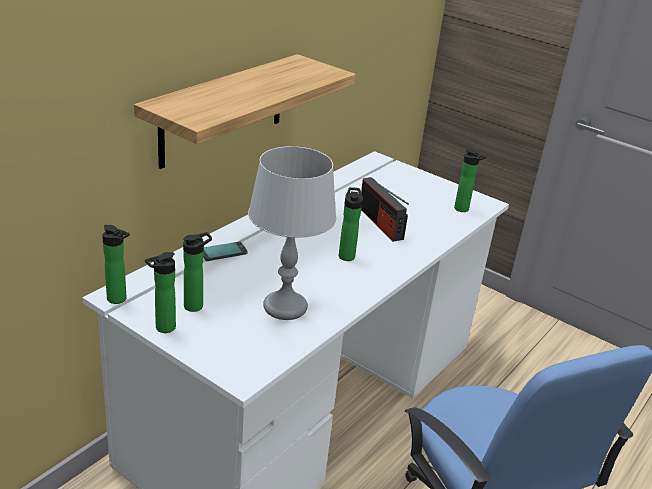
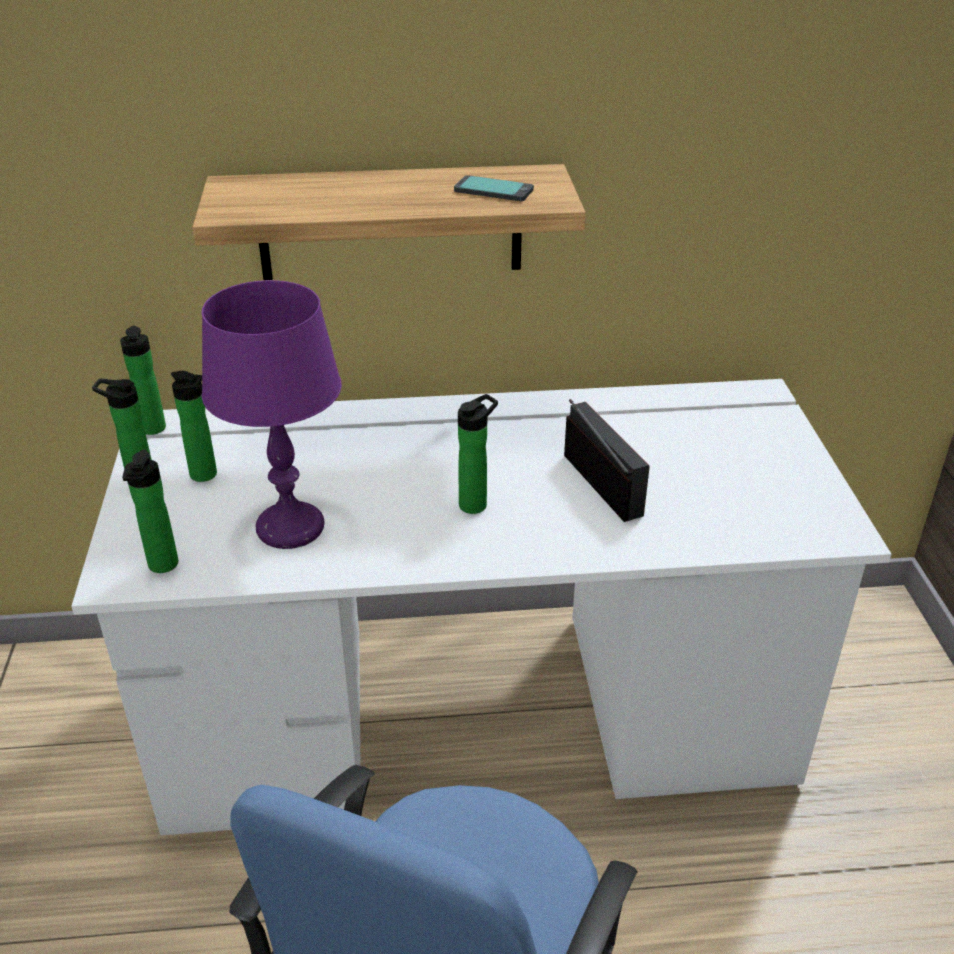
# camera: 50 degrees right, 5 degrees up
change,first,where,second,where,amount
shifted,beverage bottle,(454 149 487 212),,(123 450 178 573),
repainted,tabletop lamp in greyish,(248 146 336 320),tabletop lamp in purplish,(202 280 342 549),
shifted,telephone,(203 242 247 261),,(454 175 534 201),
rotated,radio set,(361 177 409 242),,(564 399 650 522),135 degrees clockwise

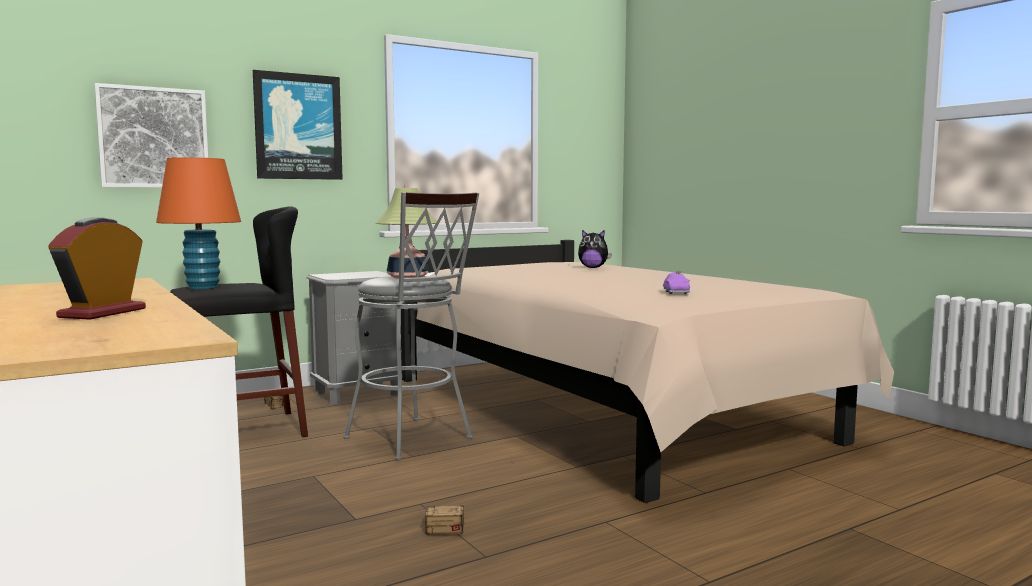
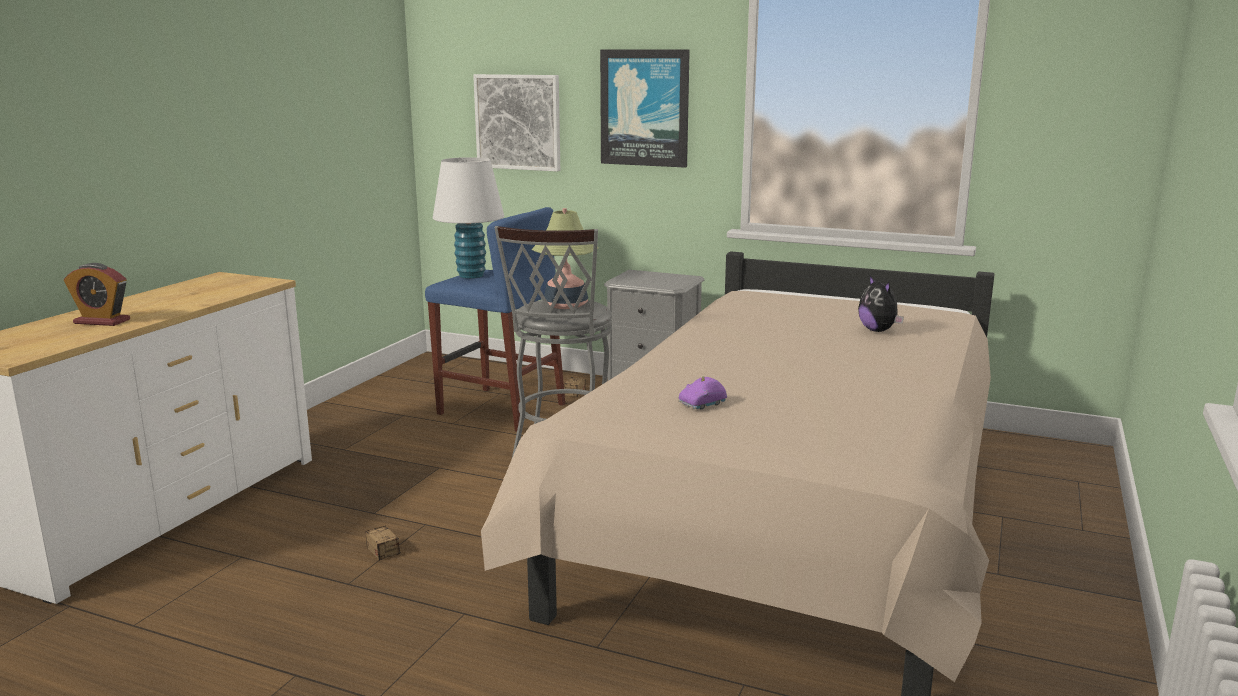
# camera: 55 degrees right, 10 degrees up
change,first,where,second,where,amount
rotated,bedside clock,(48 218 146 320),,(64 263 130 326),150 degrees counterclockwise
repainted,sitting stool in black,(170 206 308 437),sitting stool in bluish,(425 207 565 432),
repainted,tabletop lamp in orange-coloured,(156 157 241 290),tabletop lamp in white-coloured,(433 157 504 279),

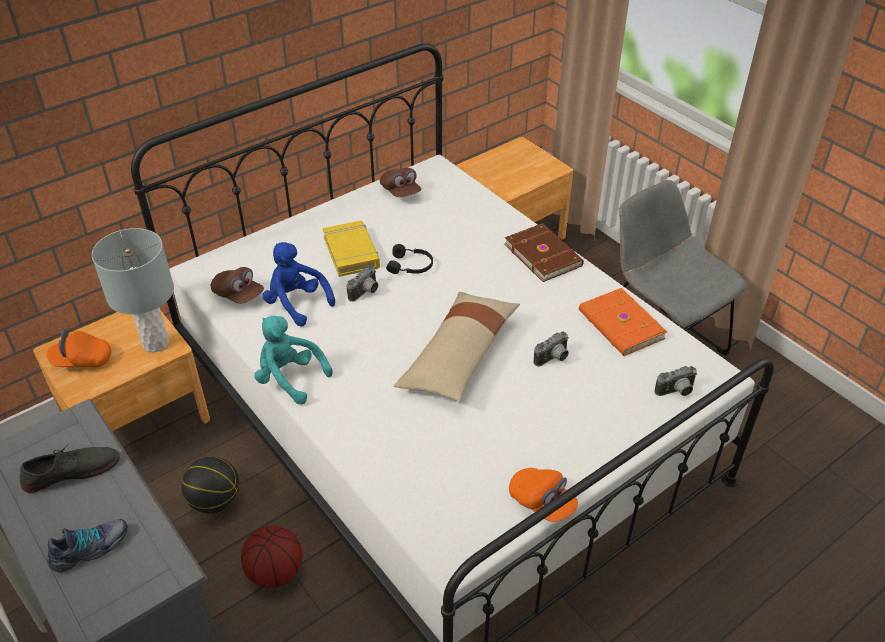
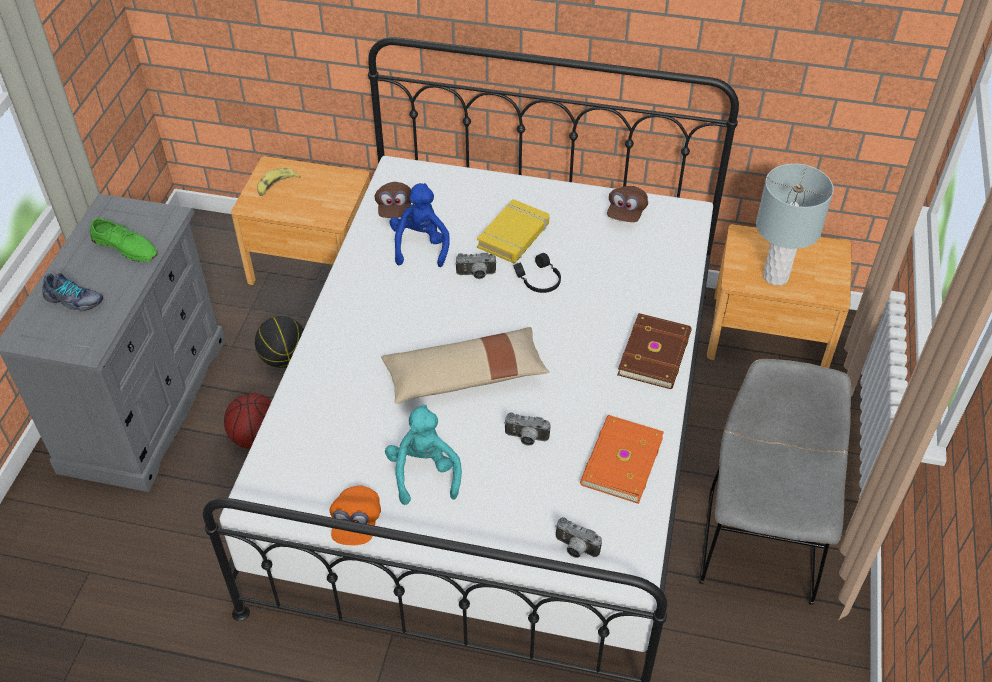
# camera: 50 degrees right, 5 degrees up
change,first,where,second,where,amount
repainted,low shoe in greyish,(20 444 120 493),low shoe in green-coloured,(90 218 157 262),
swapped,cap in orange-coloured,(46 330 111 367),banana,(257 168 301 196),
shifted,plush toy in turquoise-coloured,(254 316 333 404),,(385 404 462 505),
shifted,tabletop lamp in greyish,(92 228 174 352),,(756 163 834 285),

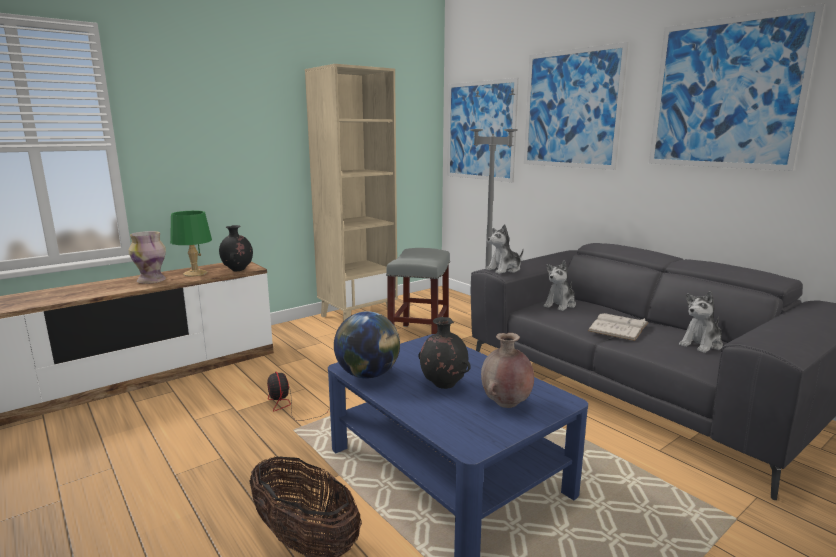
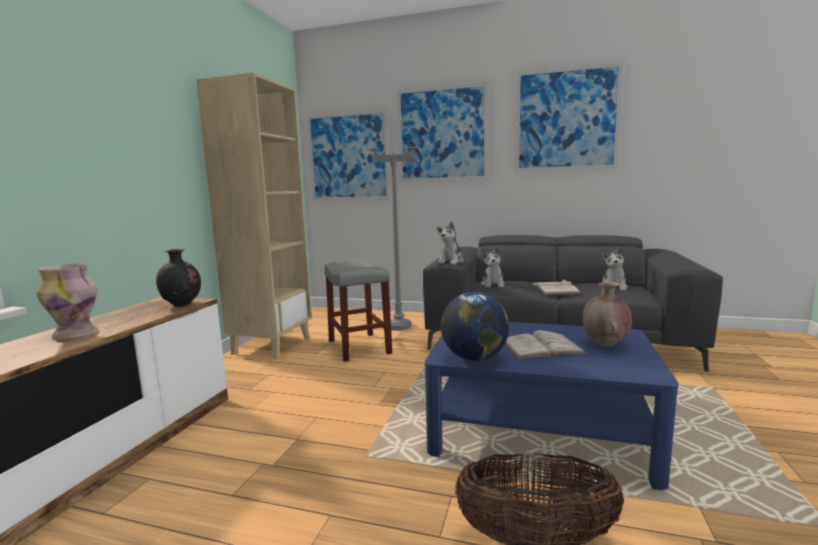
# camera: 35 degrees left, 5 degrees down
change,first,where,second,where,amount
swapped,flower vase in black,(418 317 471 389),bound book in white-coloured,(505 330 587 359),
gone,tabletop lamp in green-coloured,(170 211 212 277),,,
gone,electric fan,(267 372 347 421),,,

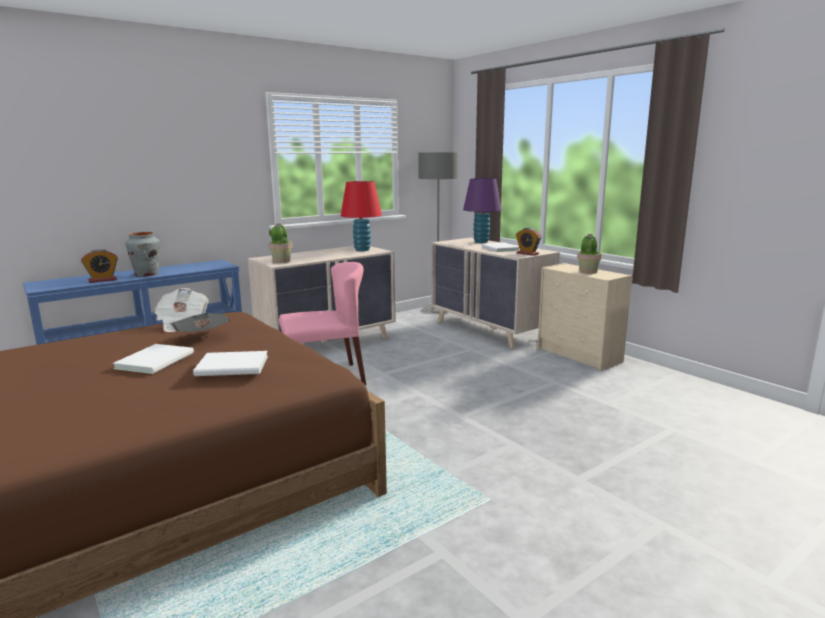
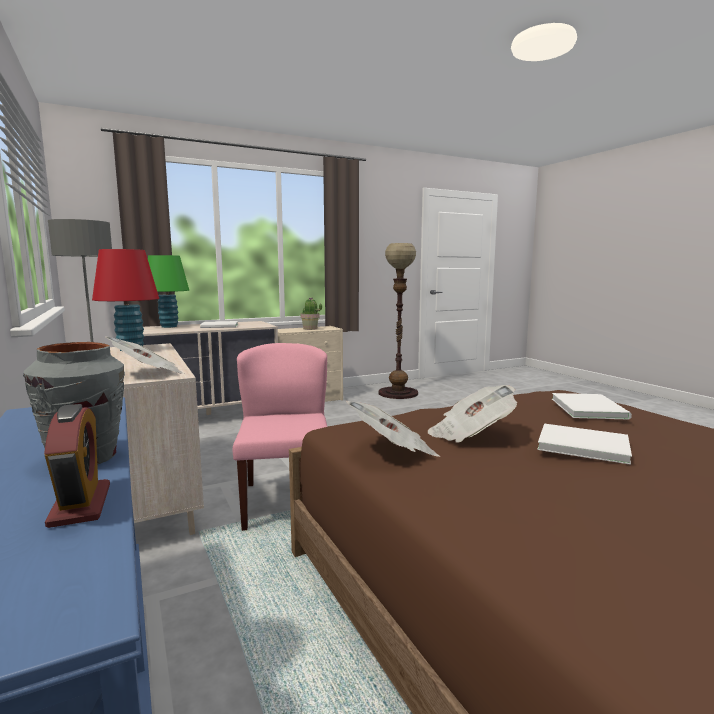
# camera: 80 degrees left, 5 degrees down
change,first,where,second,where,amount
swapped,houseplant,(268 223 292 263),printed paper,(105 336 184 374),
repainted,tabletop lamp in purplish,(463 178 502 243),tabletop lamp in green-coloured,(148 255 189 328),
new,,,floor lamp,(378 243 418 399),
gone,bedside clock,(516 228 541 256),,,

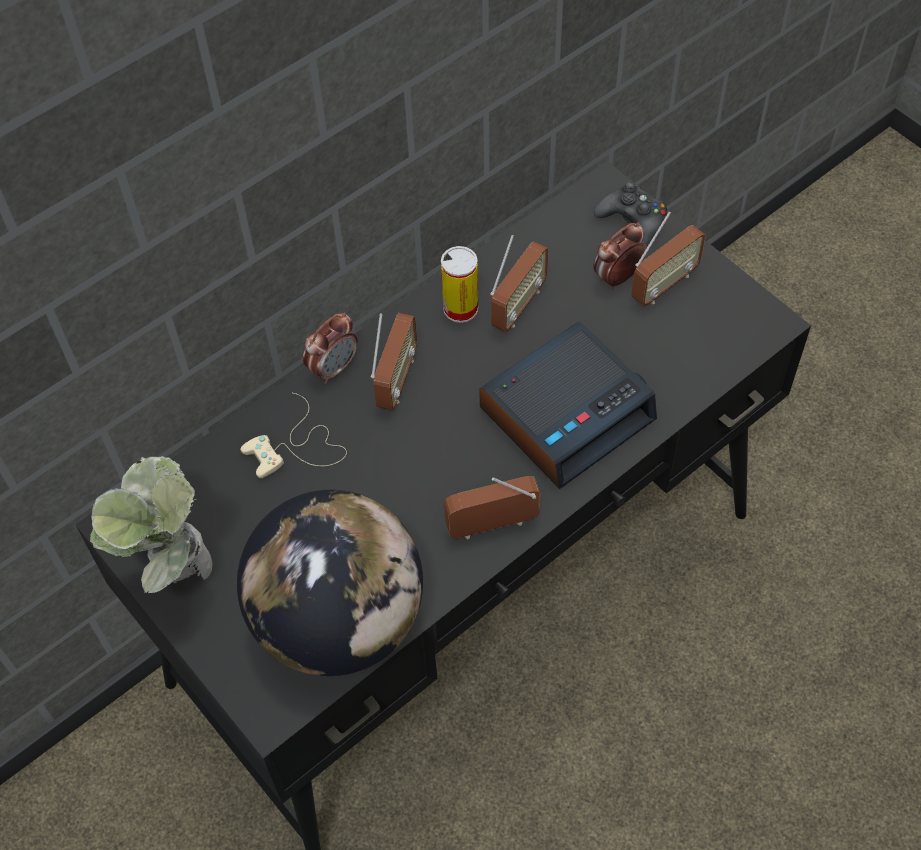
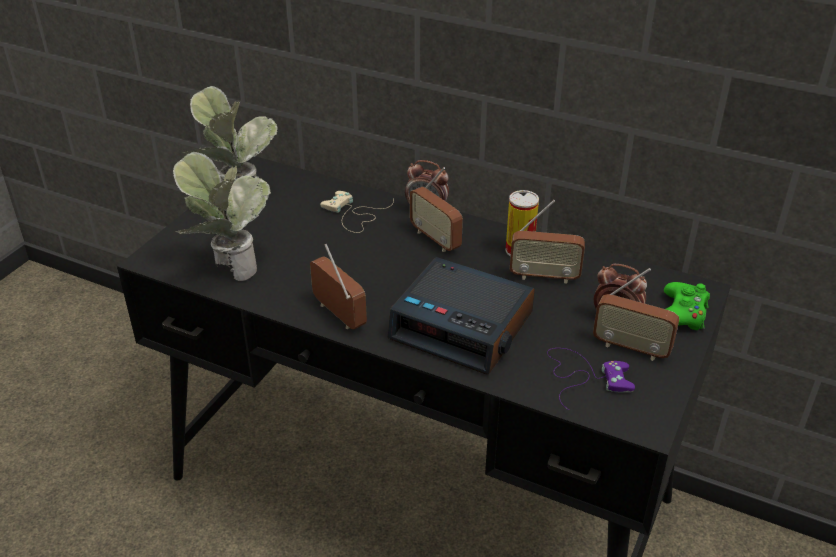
# camera: 65 degrees right, 20 degrees down
change,first,where,second,where,amount
swapped,globe,(237 490 423 676),houseplant,(173 152 271 281),
rotated,radio set,(371 313 417 410),,(410 167 463 252),60 degrees clockwise
new,,,joypad in purplish,(547 348 635 410),
repainted,joypad in black,(594 182 667 246),joypad in green-coloured,(664 282 710 330),

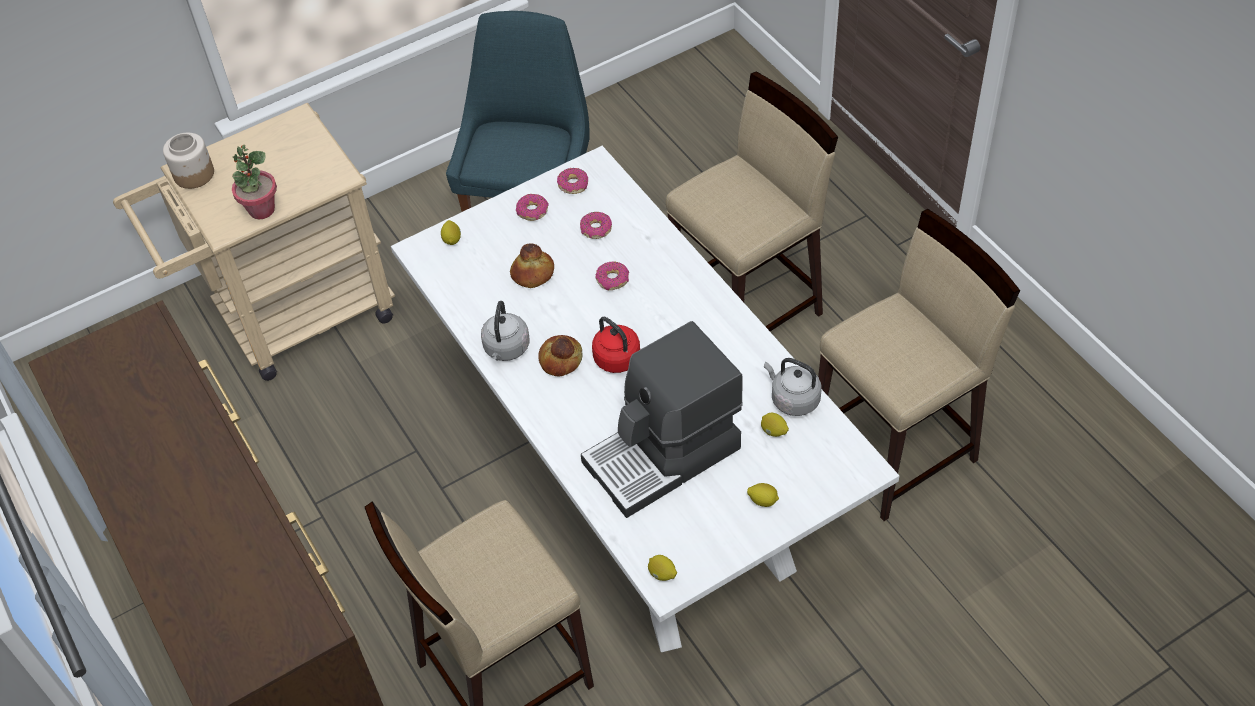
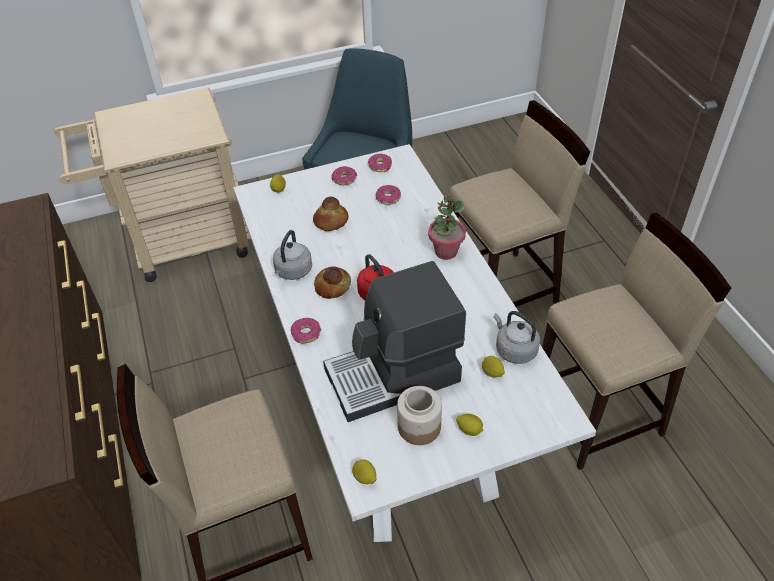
# camera: 10 degrees right, 5 degrees down
change,first,where,second,where,amount
shifted,donut,(595 262 629 290),,(290 318 321 344),
shifted,jar,(163 133 214 189),,(397 386 442 445),
shifted,houseplant,(232 145 277 219),,(428 194 466 260),

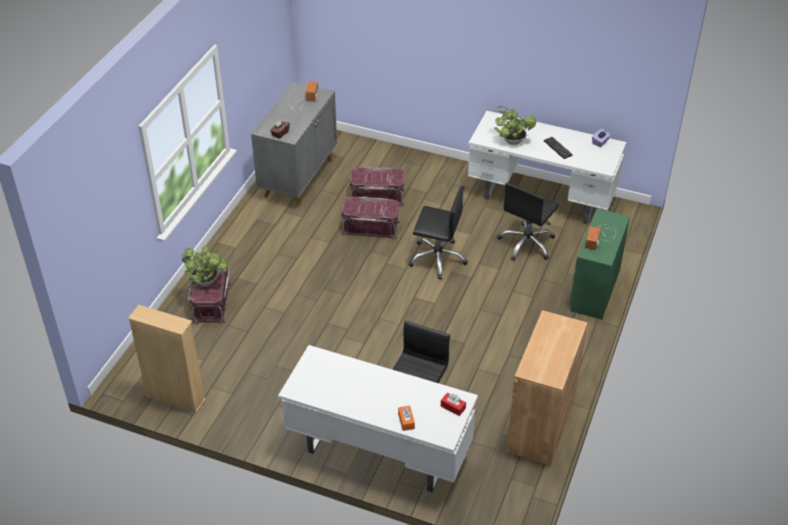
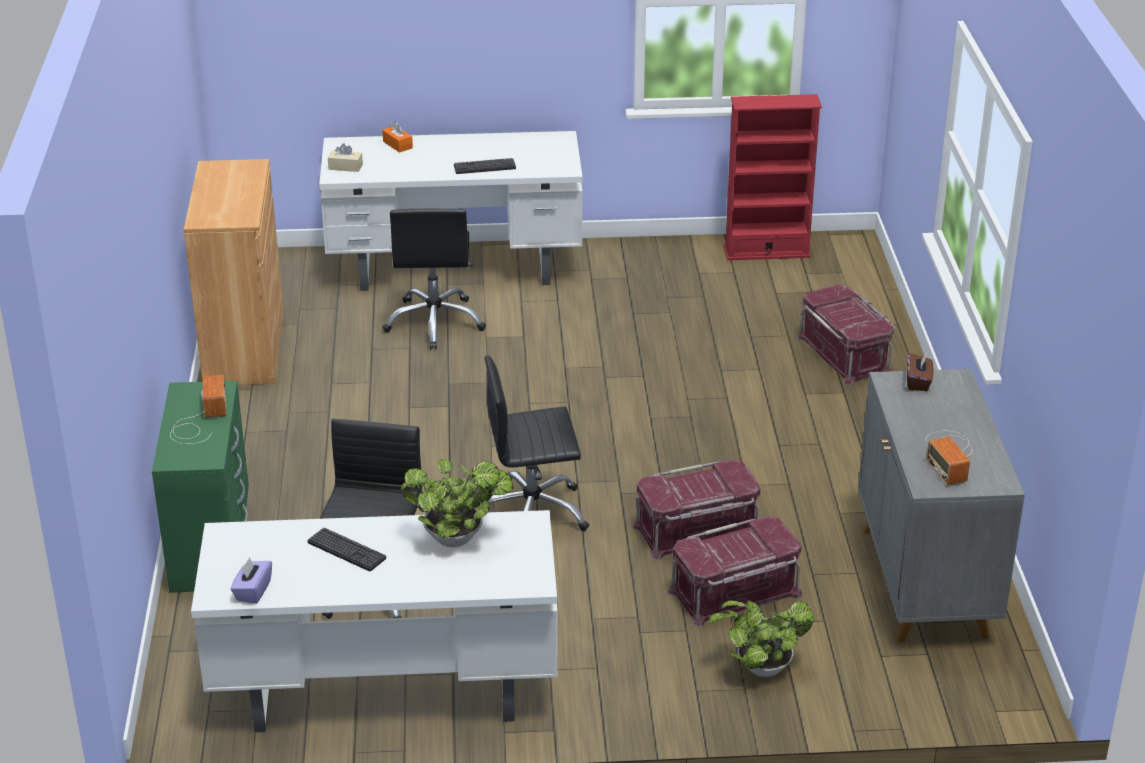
# camera: 155 degrees right, 10 degrees down
change,first,where,second,where,amount
repainted,tissue box in reddish,(441 393 466 416),tissue box in beige,(328 143 363 172),
new,,,PC keyboard,(454 158 516 174),
shifted,houseplant,(182 246 228 286),,(709 600 815 677),
repainted,bookcase in beige,(128 305 206 413),bookcase in reddish,(724 94 822 260),

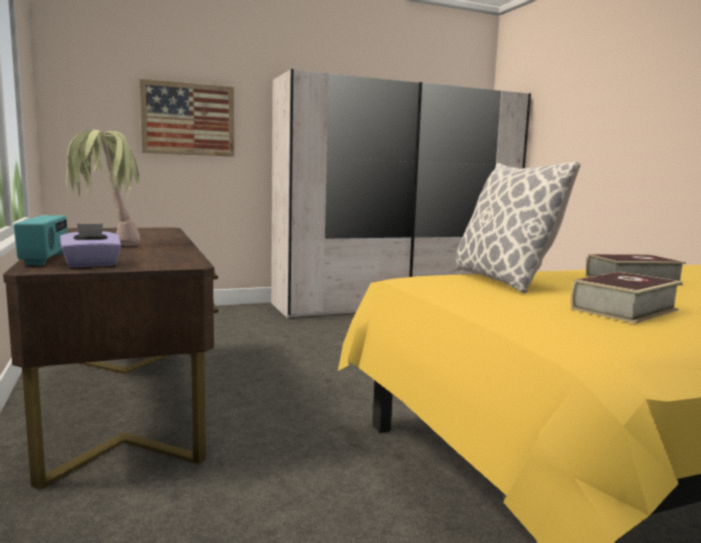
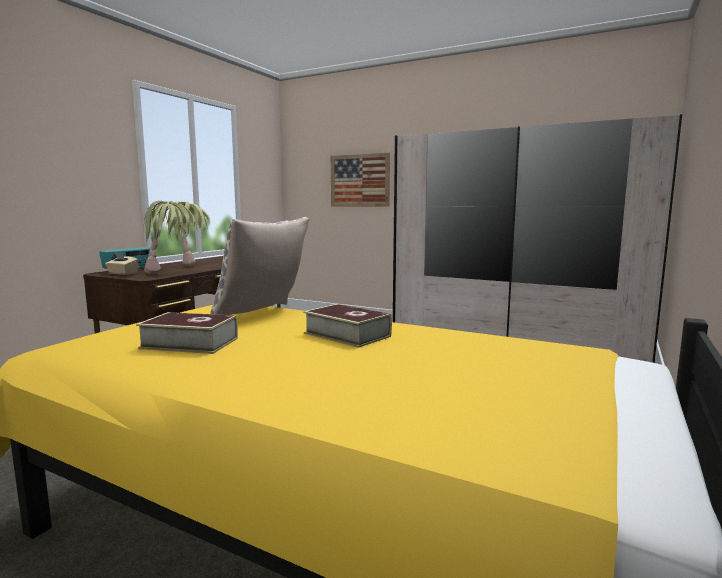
# camera: 50 degrees right, 0 degrees up
change,first,where,second,where,amount
repainted,tissue box in purplish,(60 223 121 267),tissue box in beige,(105 252 139 275),
new,,,houseplant,(143 201 195 275),

